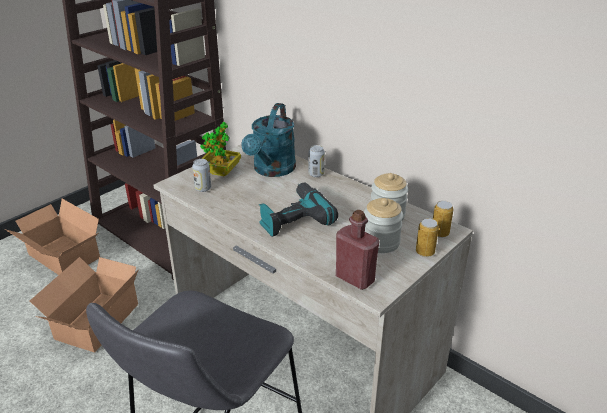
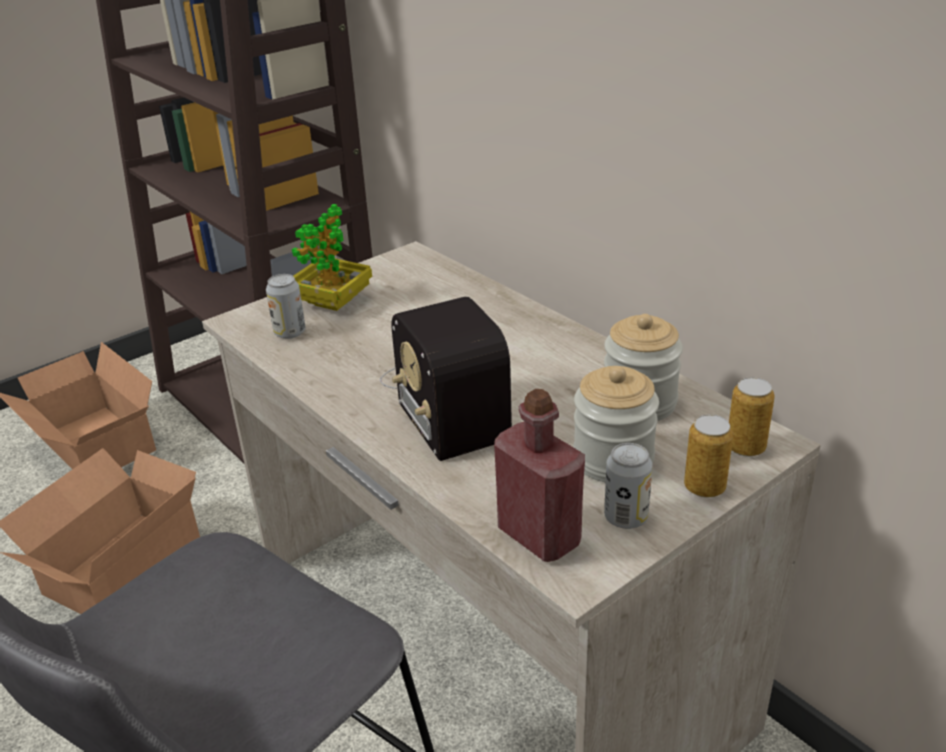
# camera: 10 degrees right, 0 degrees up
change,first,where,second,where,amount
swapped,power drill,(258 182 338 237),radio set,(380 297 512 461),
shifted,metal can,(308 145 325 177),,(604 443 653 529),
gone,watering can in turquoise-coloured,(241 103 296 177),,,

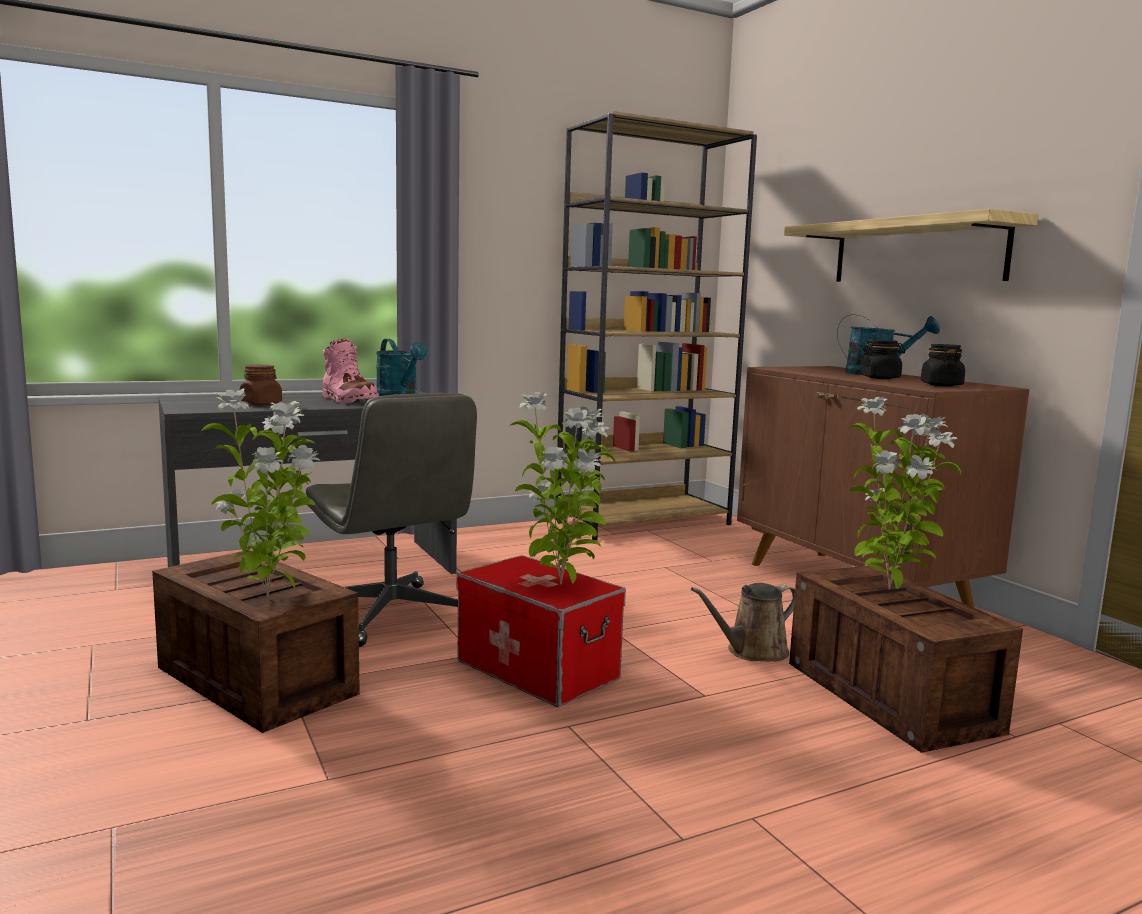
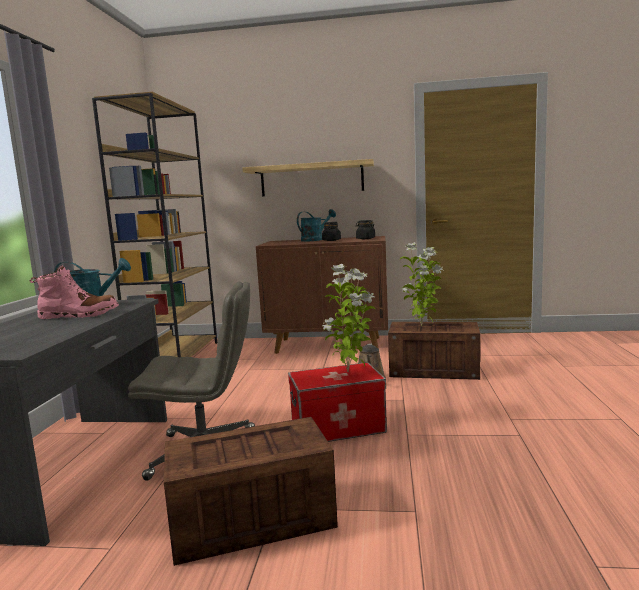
# camera: 55 degrees left, 0 degrees up
change,first,where,second,where,amount
gone,houseplant,(201 389 320 596),,,
gone,jar in brown-coloured,(240 365 282 405),,,

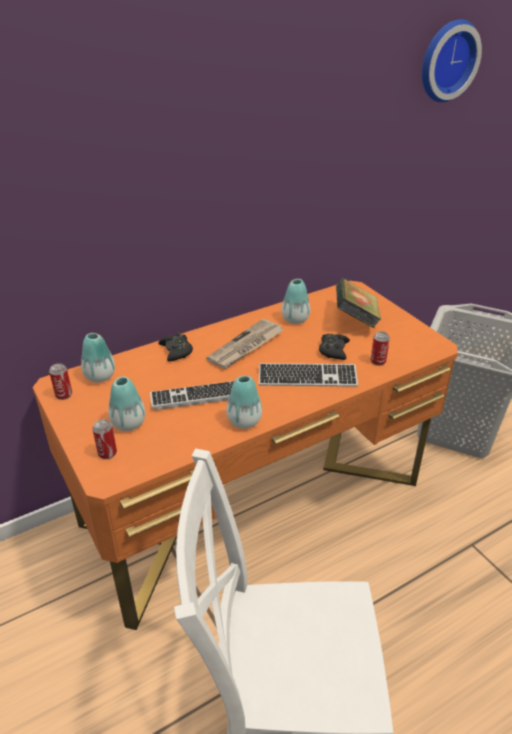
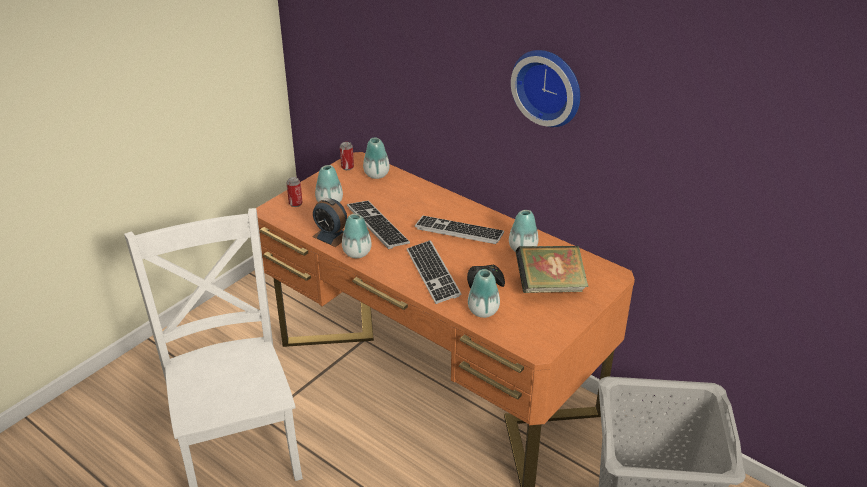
# camera: 70 degrees right, 0 degrees up
change,first,where,second,where,amount
new,,,bedside clock,(312 198 347 247),
swapped,printed paper,(206 319 284 369),PC keyboard,(415 216 504 244),
swapped,metal can,(371 331 390 366),flower vase,(468 269 500 318),
shifted,hanging clock,(422 19 482 102),,(511 50 580 127),
gone,joypad in black,(158 332 193 362),,,

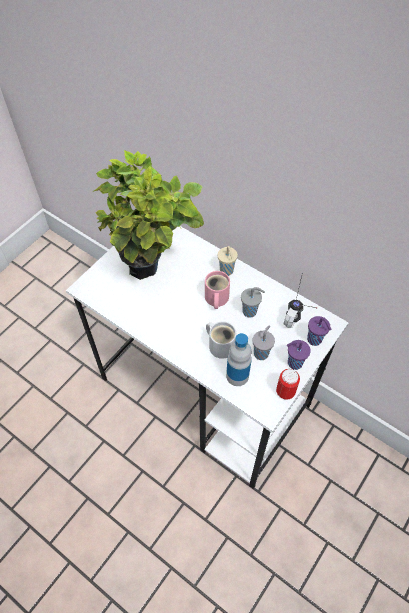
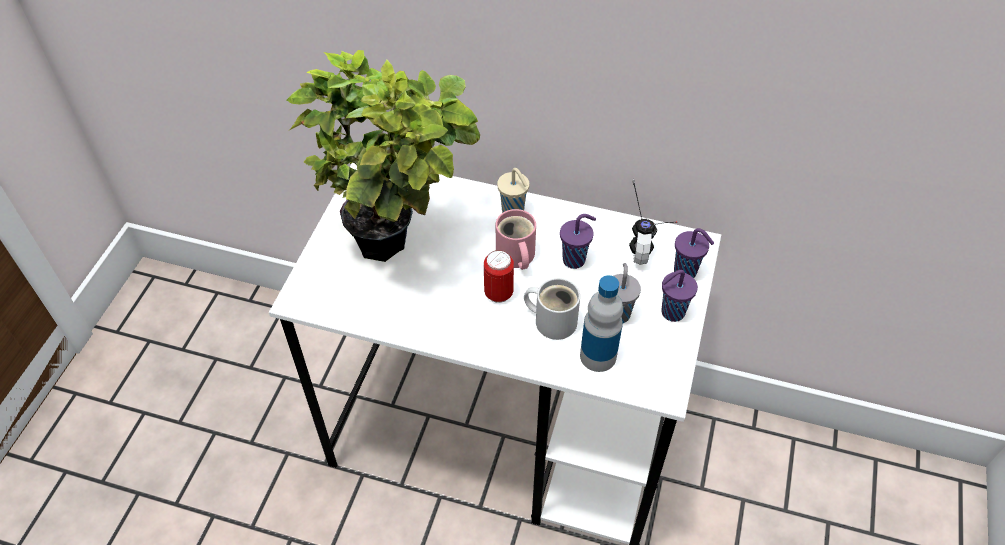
# camera: 20 degrees left, 5 degrees down
change,first,where,second,where,amount
shifted,metal can,(276 369 300 400),,(484 250 514 303),
repainted,drinking cup in greyish,(241 287 265 318),drinking cup in purplish,(560 214 596 269),

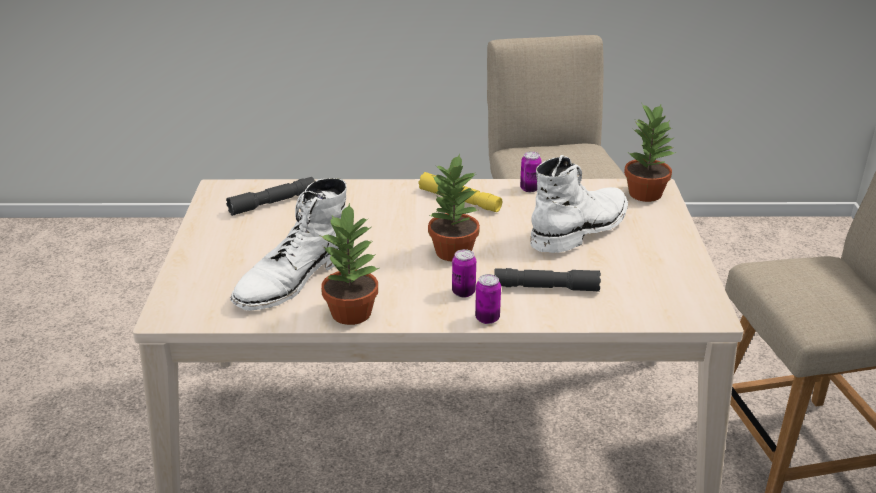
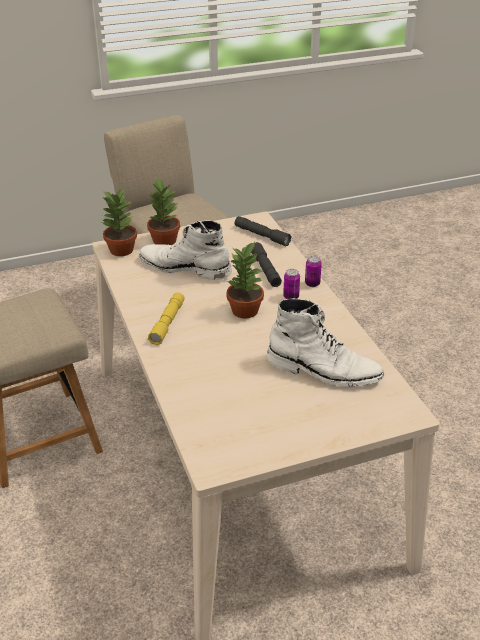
# camera: 110 degrees left, 5 degrees up
change,first,where,second,where,amount
shifted,houseplant,(320 203 379 325),,(147 177 180 245),
shifted,hand torch in greyish,(226 177 315 216),,(235 216 292 246),
gone,metal can,(520 152 542 192),,,

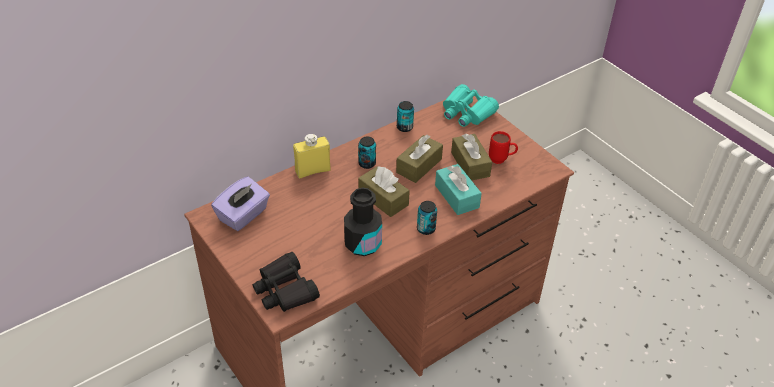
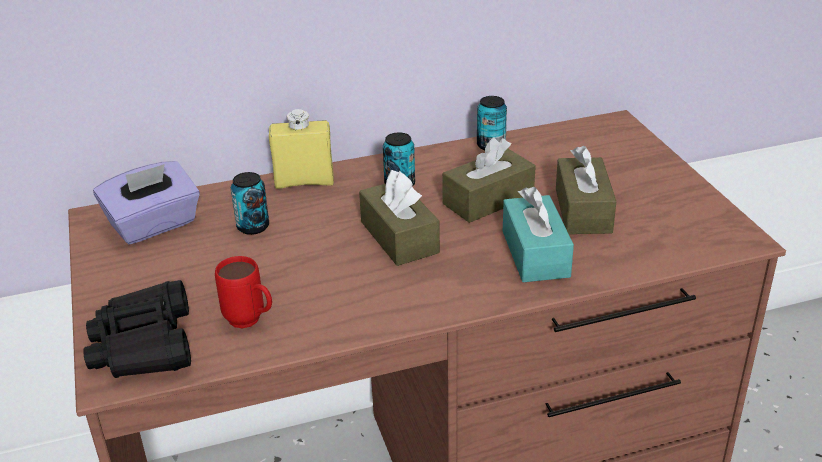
# camera: 20 degrees right, 10 degrees down
change,first,where,second,where,amount
shifted,coffee mug in reddish,(489 131 518 164),,(215 256 272 328),
shifted,metal can,(417 201 437 235),,(231 172 269 235),
gone,beverage bottle in black,(344 187 382 256),,,
gone,pair of binoculars in turquoise-coloured,(443 84 499 127),,,

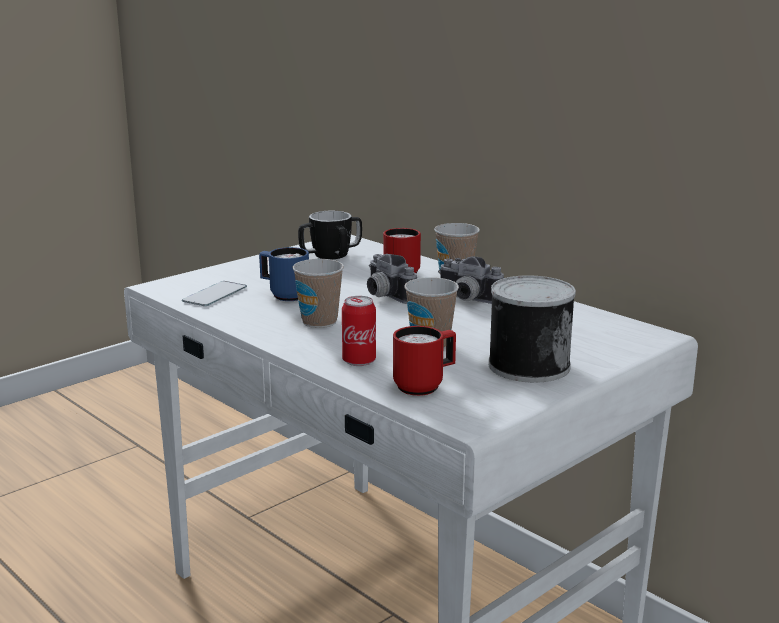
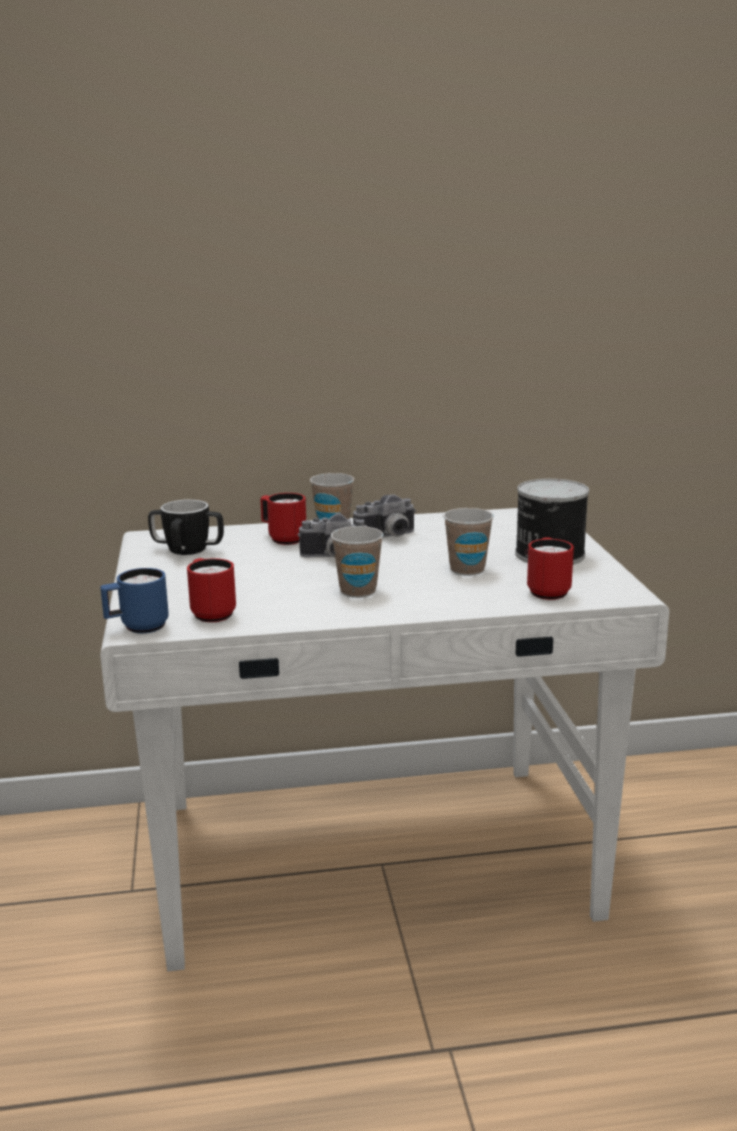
# camera: 55 degrees left, 0 degrees up
change,first,where,second,where,amount
shifted,coffee mug in bluish,(259 247 309 301),,(100 568 169 633),
swapped,telephone,(182 281 247 306),coffee mug in reddish,(187 558 236 622),
gone,metal can,(342 296 376 366),,,

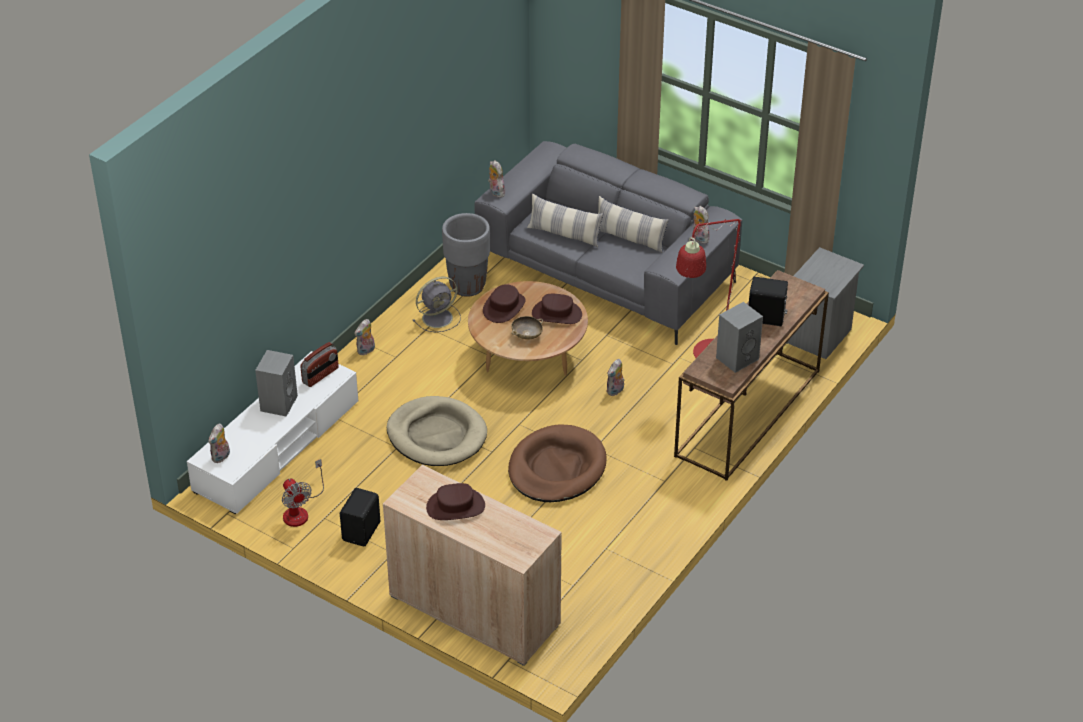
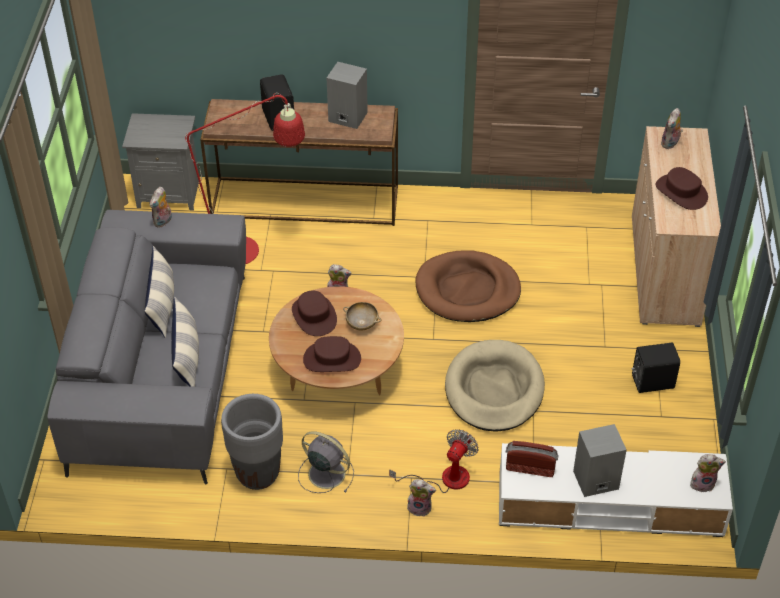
# camera: 120 degrees left, 5 degrees up
change,first,where,second,where,amount
shifted,electric fan,(282 459 324 527),,(389 429 478 493),
shifted,plush toy,(488 160 505 198),,(661 108 683 149),

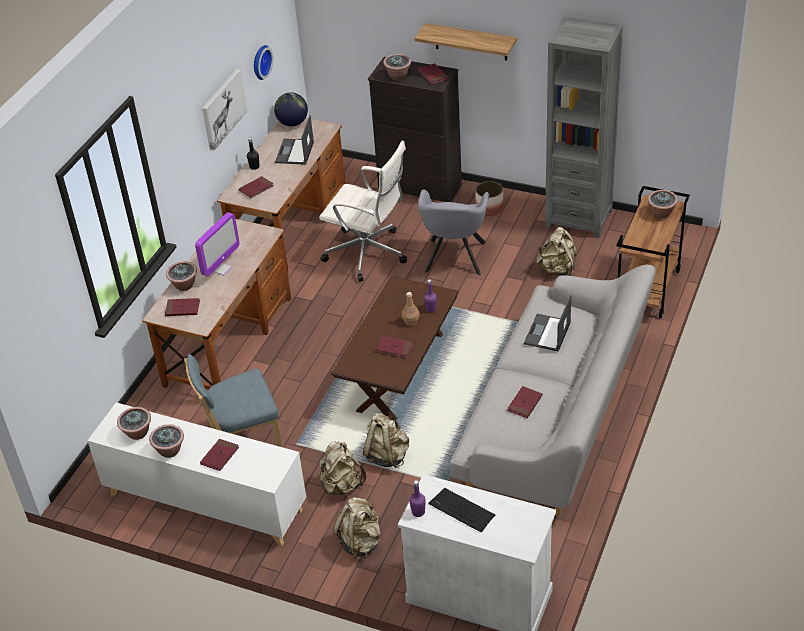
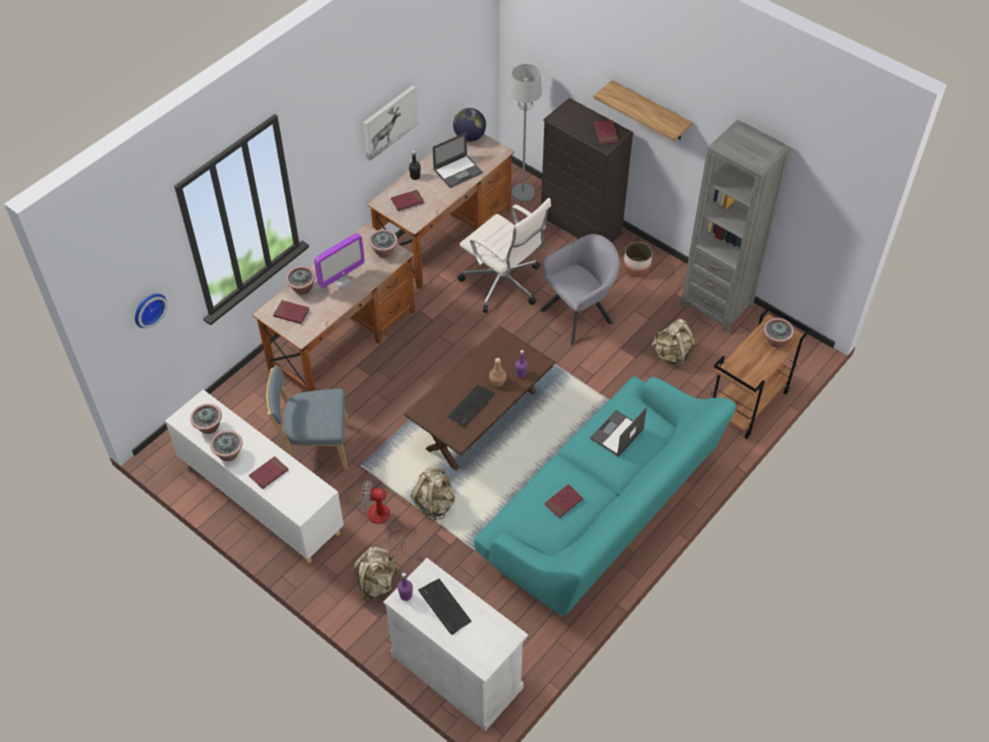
# camera: 15 degrees right, 10 degrees up
change,first,where,second,where,amount
shifted,hanging clock,(254 45 273 80),,(135 293 168 328),
swapped,backpack in beige,(319 441 366 495),electric fan,(361 480 407 550),
shifted,houseplant,(383 54 411 80),,(369 230 398 257),
rotated,laptop,(275 115 314 165),,(433 132 483 188),150 degrees counterclockwise
swapped,bound book in reddish,(376 336 414 358),PC keyboard,(448 384 495 428),
repainted,sofa in greyish,(450 265 656 517),sofa in turquoise-coloured,(474 377 736 616),
new,,,floor lamp in greyish,(510 64 542 201),
rotated,easy chair in greyish,(418 190 489 275),,(540 234 620 345),150 degrees counterclockwise

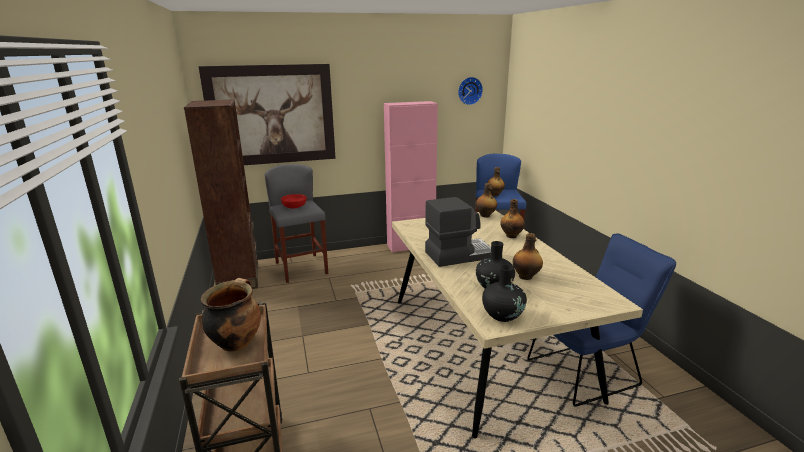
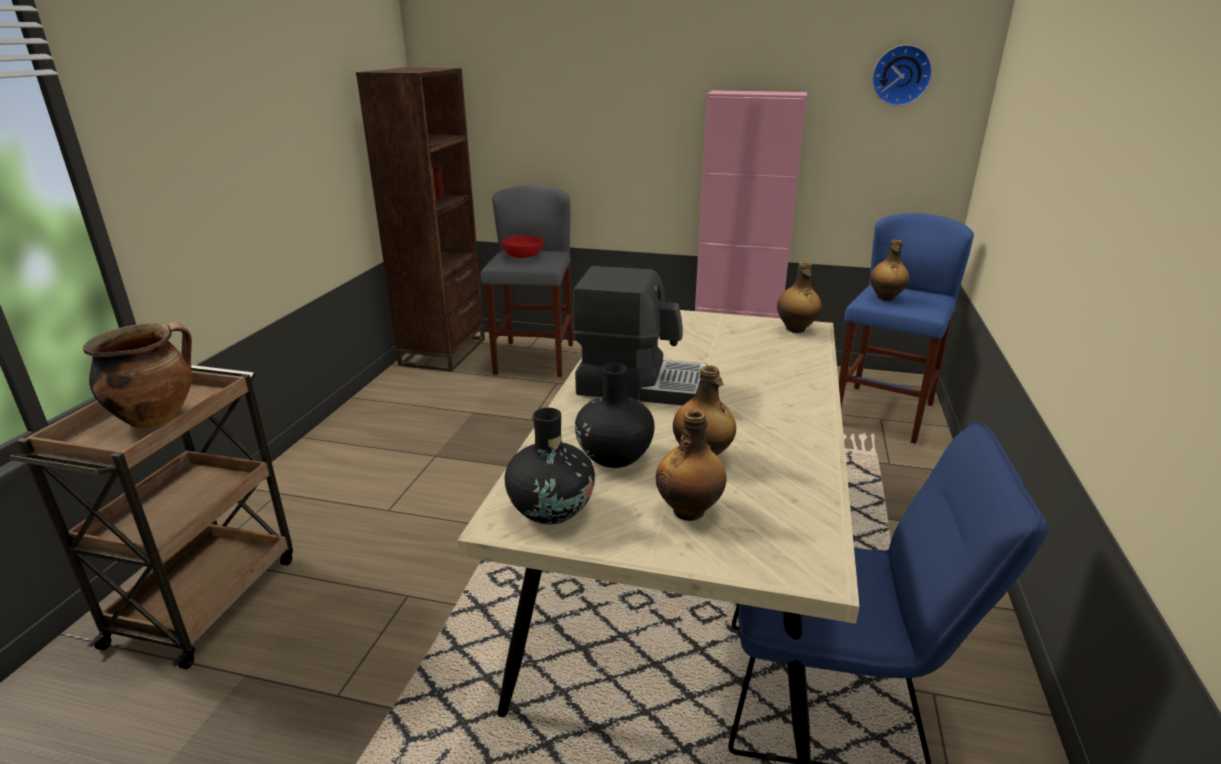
# camera: 30 degrees right, 5 degrees up
change,first,where,second,where,amount
shifted,beverage bottle,(500 199 525 238),,(656 409 727 521),
gone,wall art,(198 64 336 165),,,

